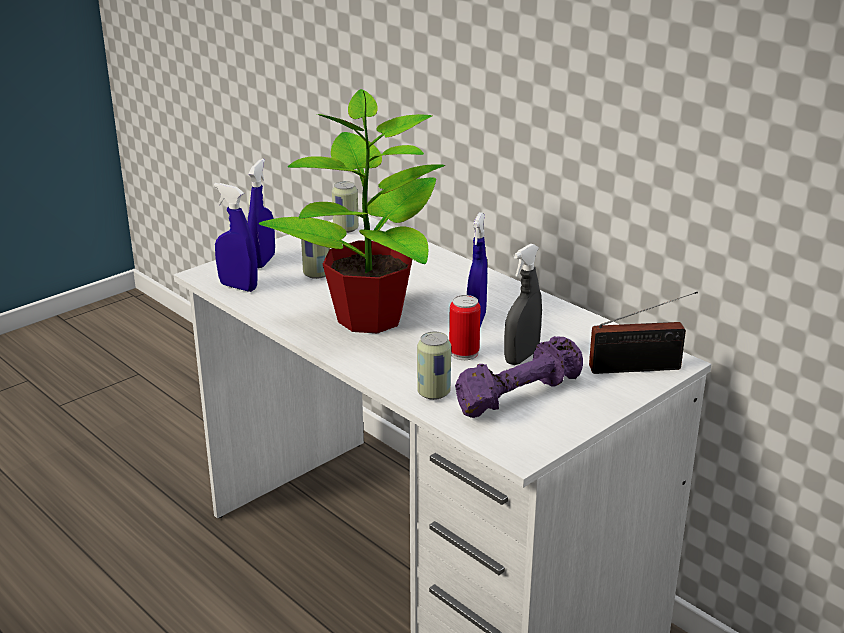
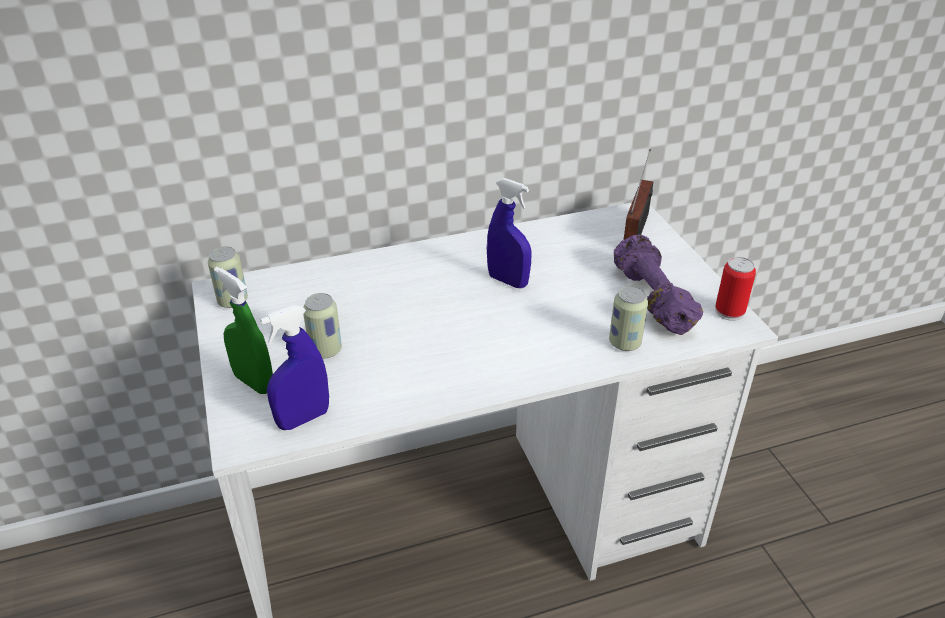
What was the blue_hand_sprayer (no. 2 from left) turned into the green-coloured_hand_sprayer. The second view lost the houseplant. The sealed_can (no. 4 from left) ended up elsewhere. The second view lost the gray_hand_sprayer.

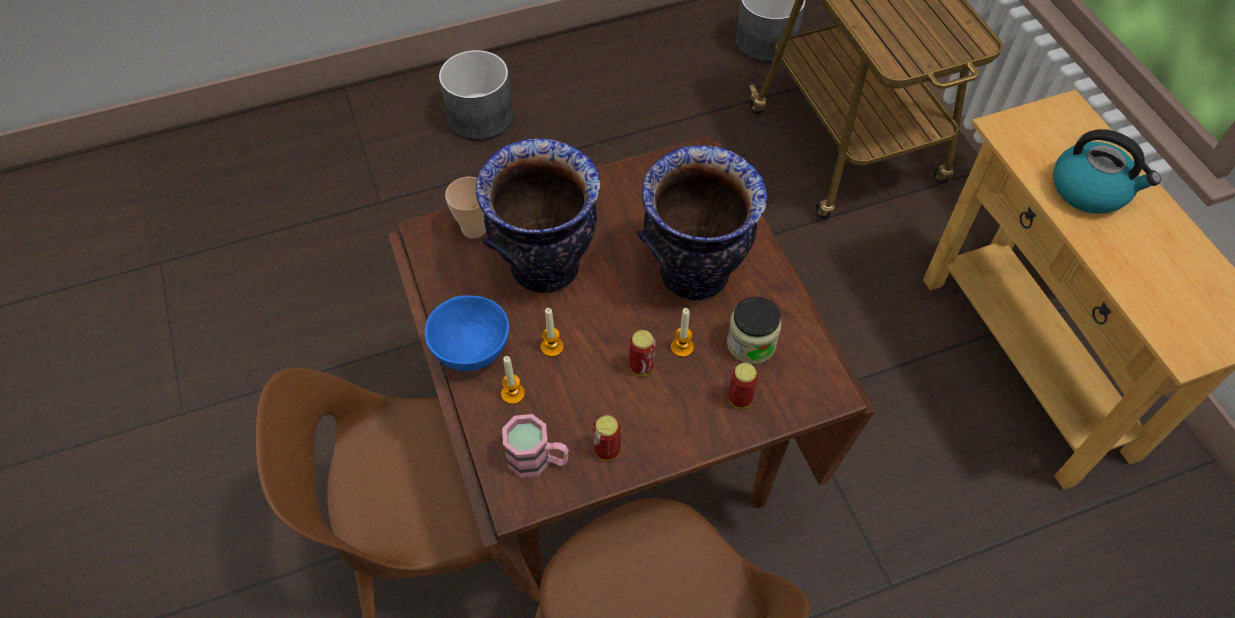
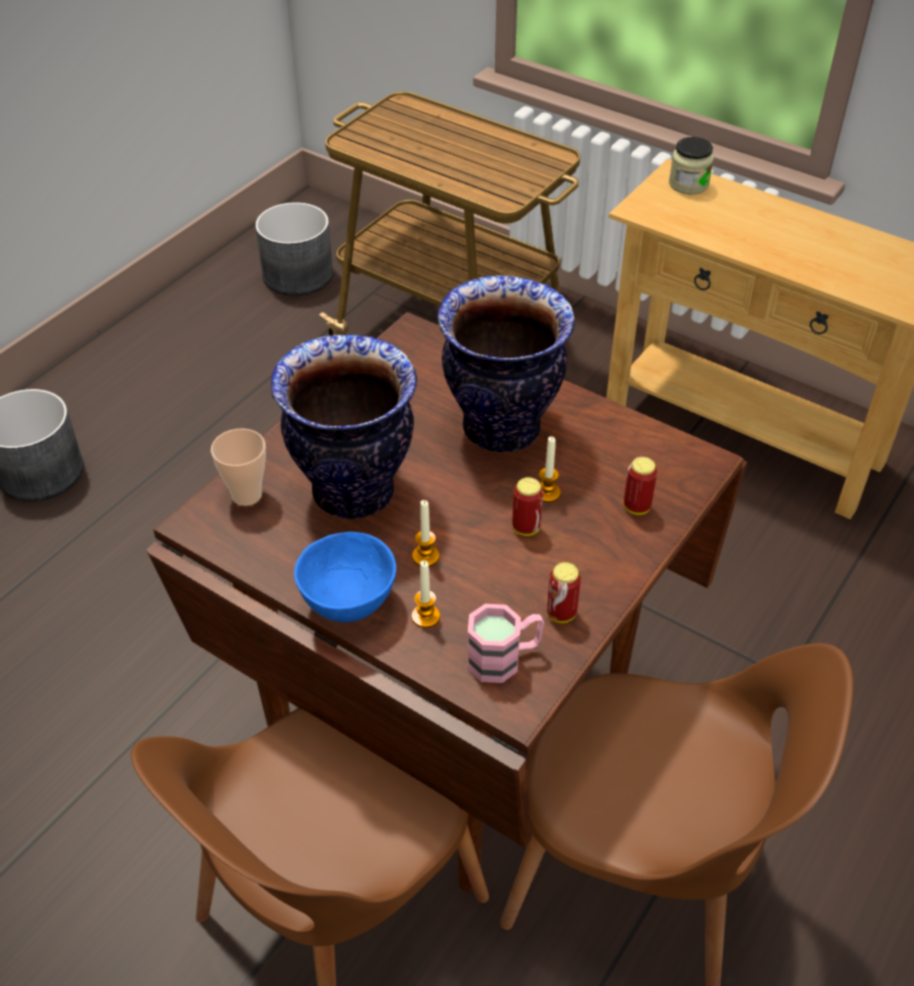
The storage_jar ended up elsewhere. The second view lost the tea_kettle.

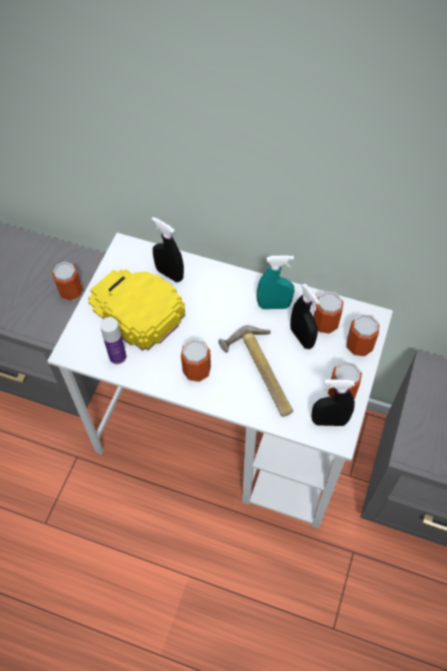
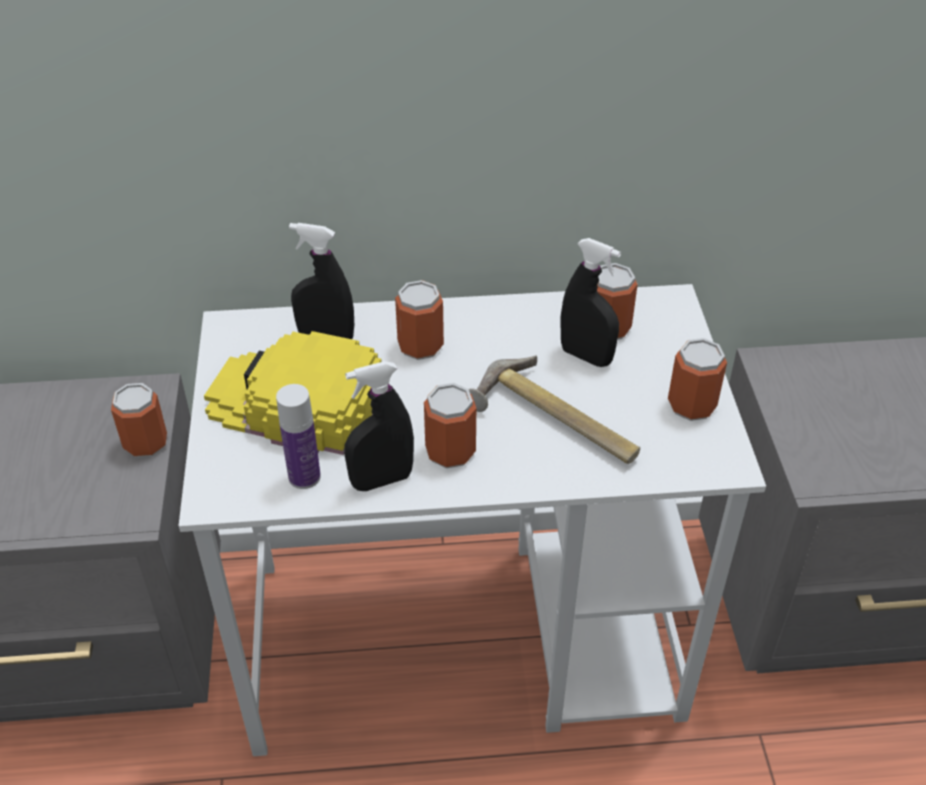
The second view lost the blue-green_hand_sprayer. The black-coloured_hand_sprayer (no. 3 from left in the first image) ended up elsewhere. The sealed_can (no. 5 from left in the first image) ended up elsewhere.

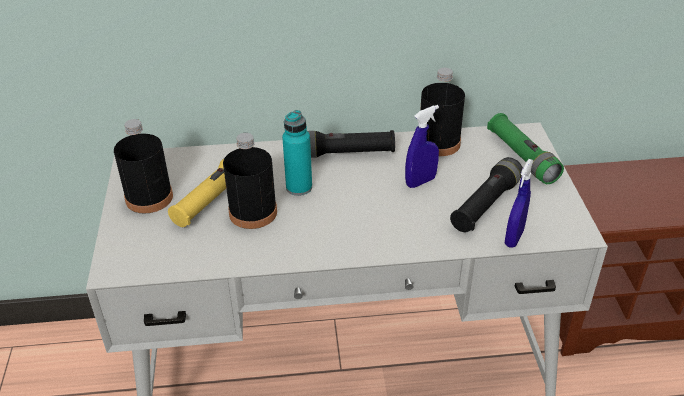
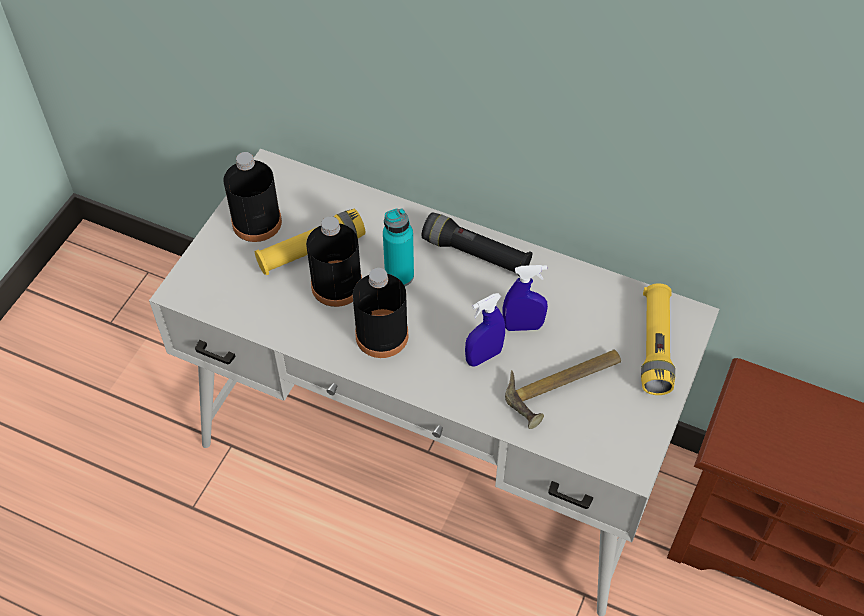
The black-coloured_beverage_bottle (no. 3 from left) ended up elsewhere. Where the black-coloured_torch (no. 2 from left) stood, the tool_hammer came to stand. What was the green-coloured_torch turned into the yellow-coloured_torch (no. 2 from left). The blue_hand_sprayer (no. 2 from left in the first image) ended up elsewhere.

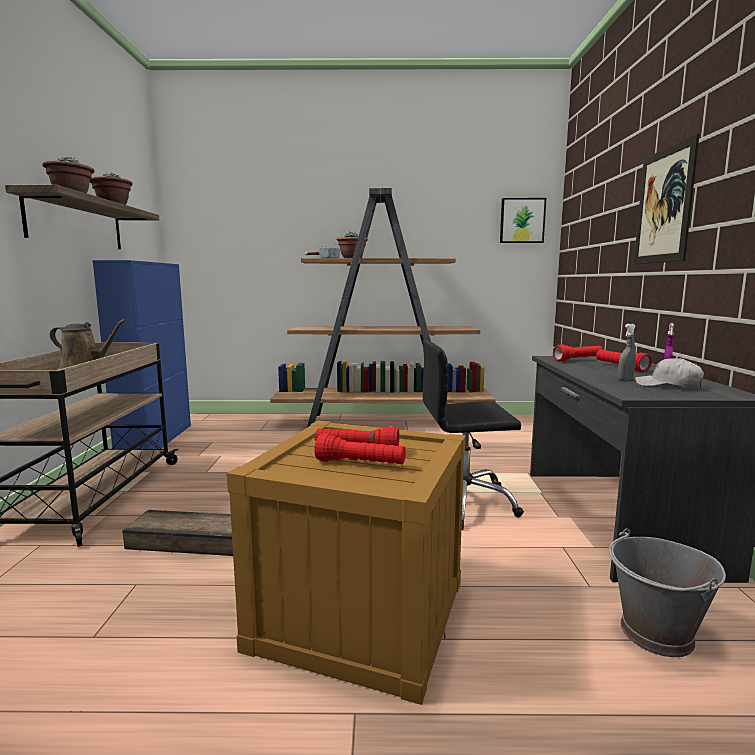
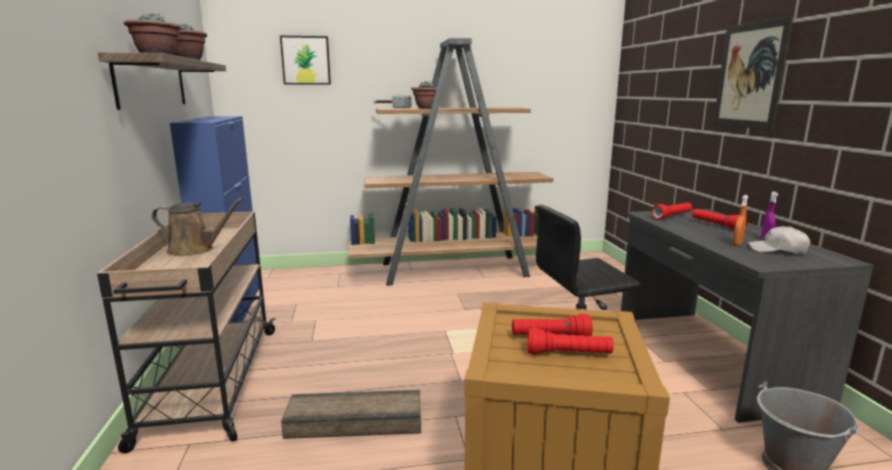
The picture (no. 1 from left) ended up elsewhere. What was the gray_hand_sprayer turned into the orange-coloured_hand_sprayer.

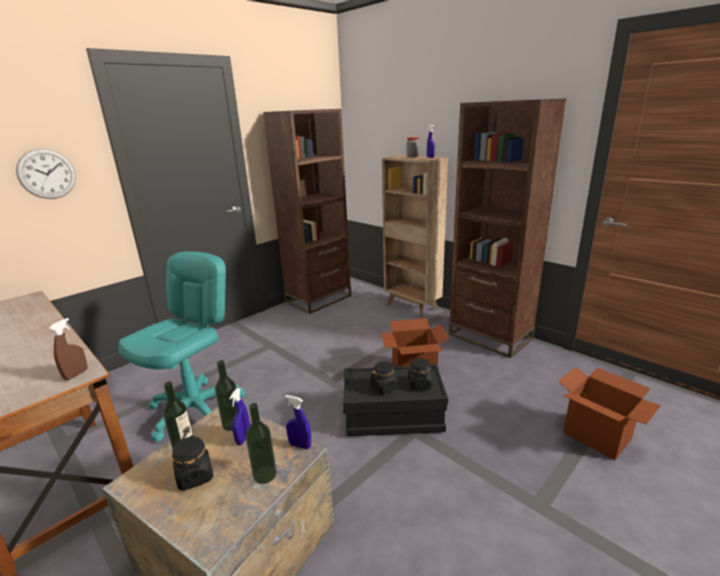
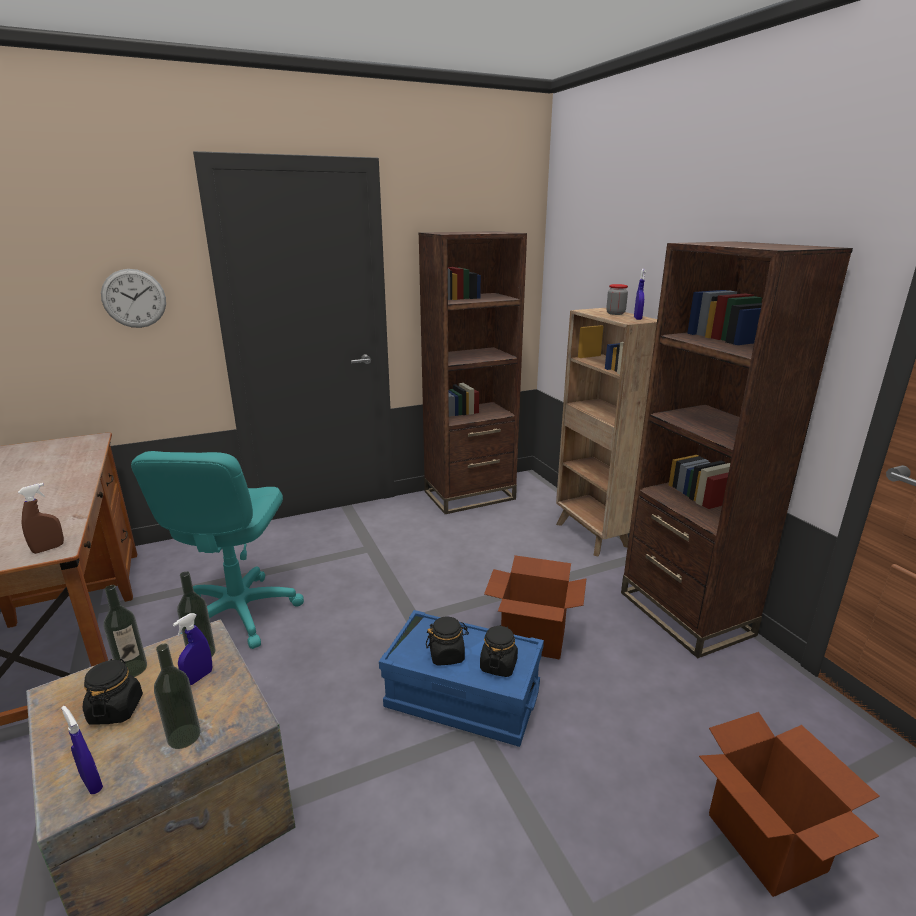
The blue-green_computer_chair ended up facing another way, 135 degrees clockwise from before. The blue_hand_sprayer (no. 2 from left in the first image) ended up elsewhere. What was the black-coloured_storage_box turned into the blue_storage_box.

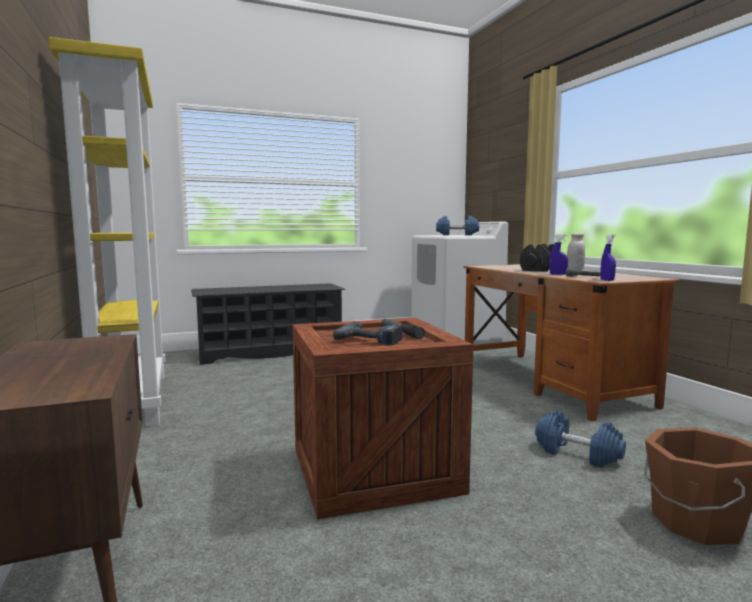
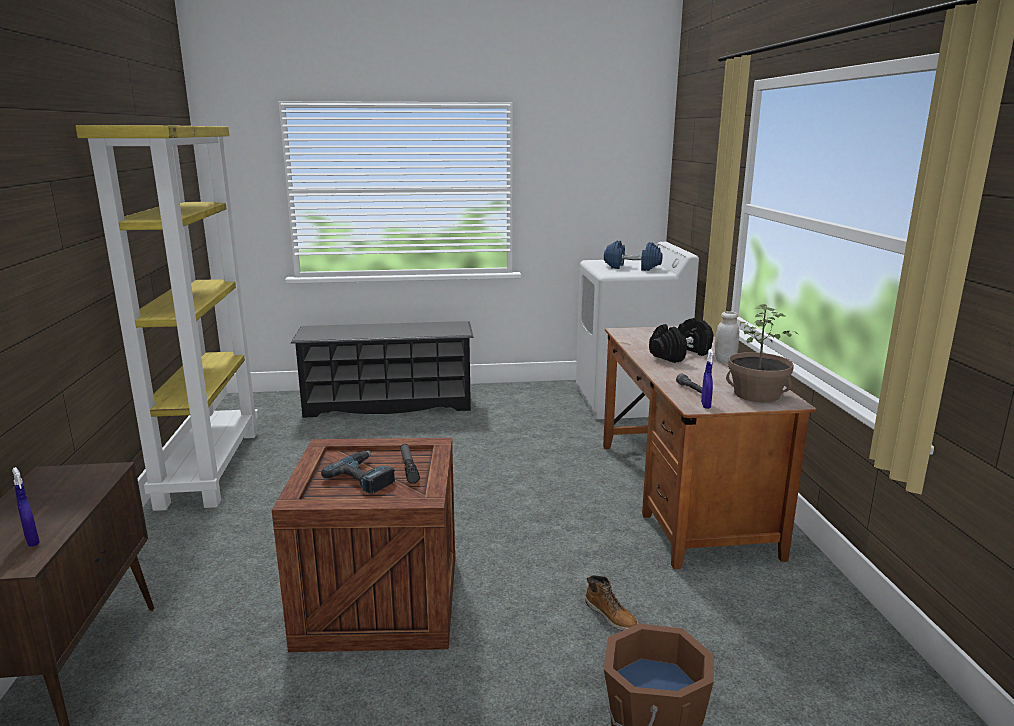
Where the blue_hand_weight (no. 2 from left) stood, the boot came to stand. The blue_hand_sprayer (no. 1 from left) ended up elsewhere. The second view gained the houseplant.

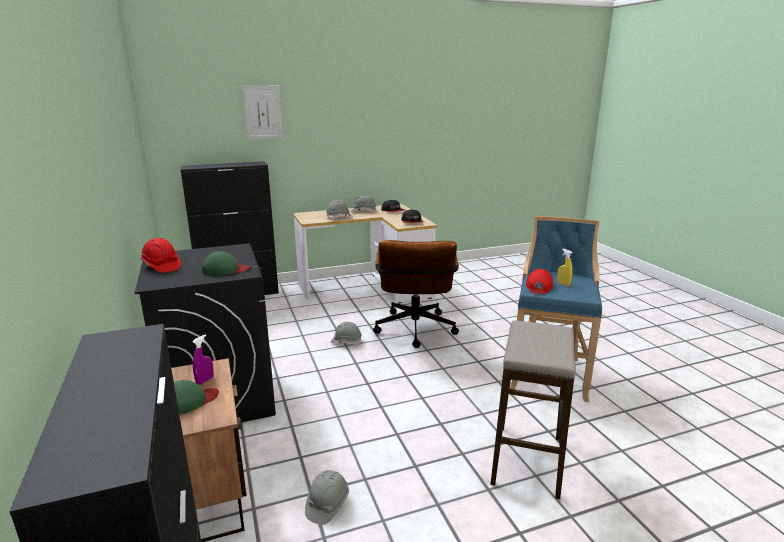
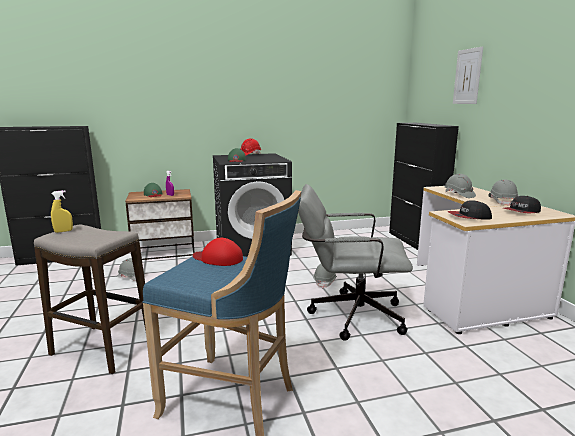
What was the brownish_computer_chair turned into the gray_computer_chair. The yellow-coloured_hand_sprayer ended up elsewhere.

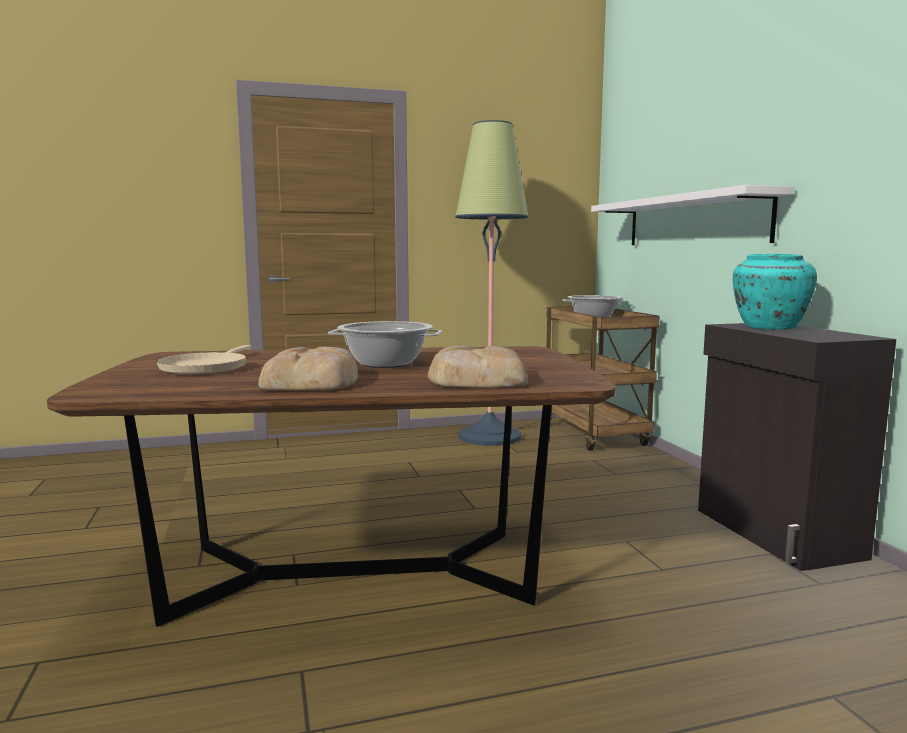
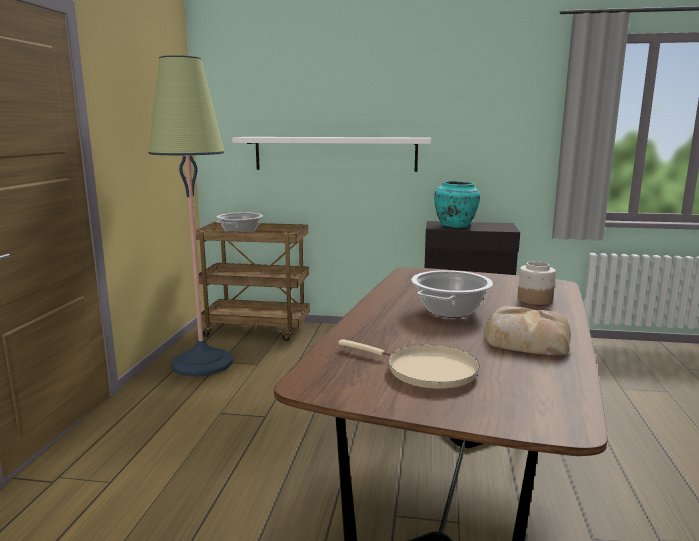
Where the bread (no. 2 from left) stood, the storage_jar came to stand.

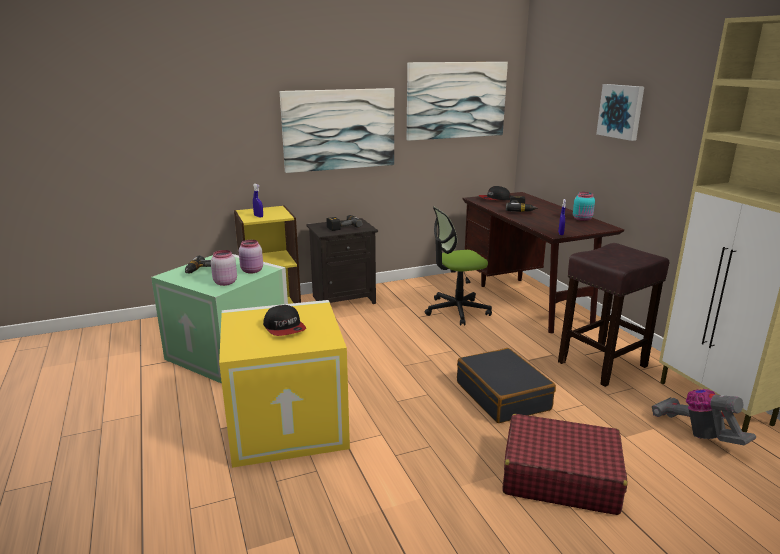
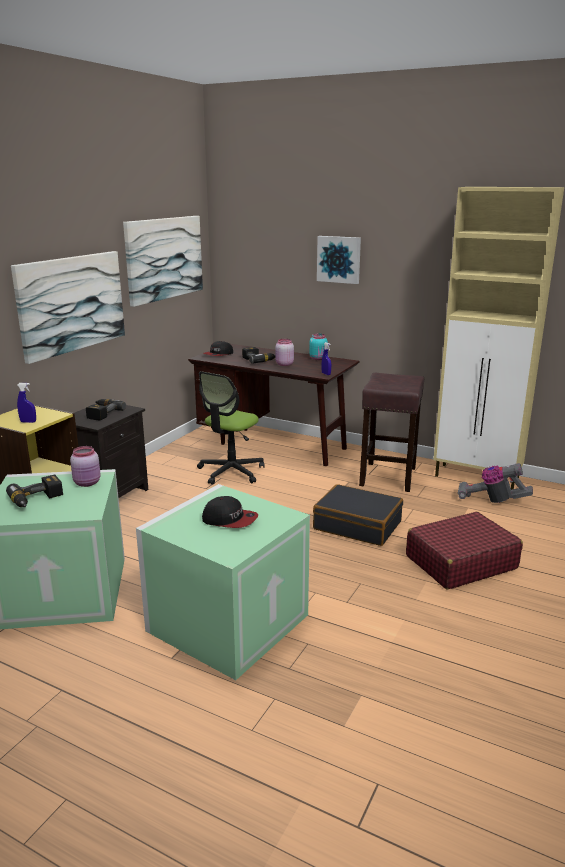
The pink-coloured_storage_jar (no. 1 from left in the first image) ended up elsewhere. What was the yellow-coloured_storage_box turned into the green-coloured_storage_box (no. 2 from left).

